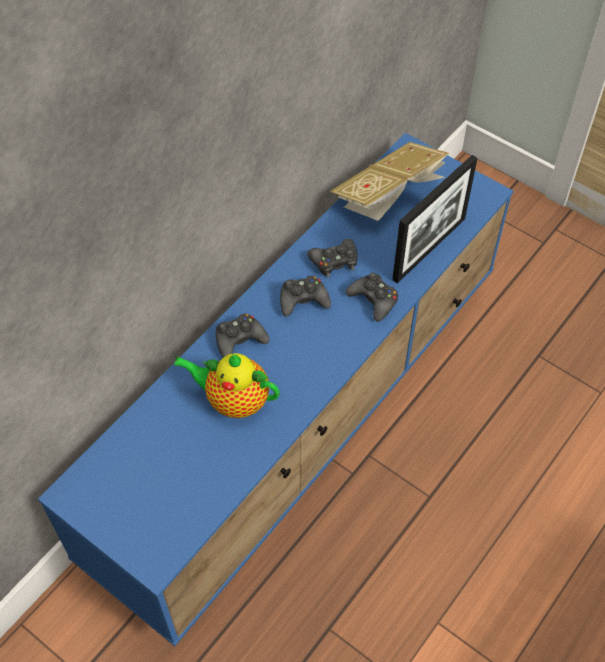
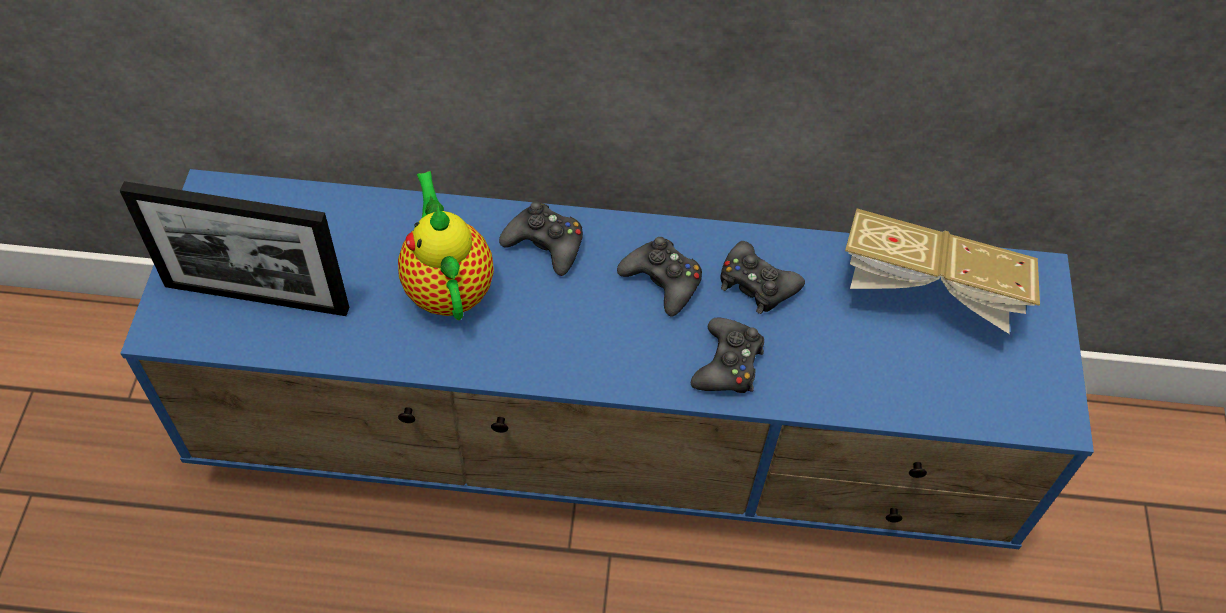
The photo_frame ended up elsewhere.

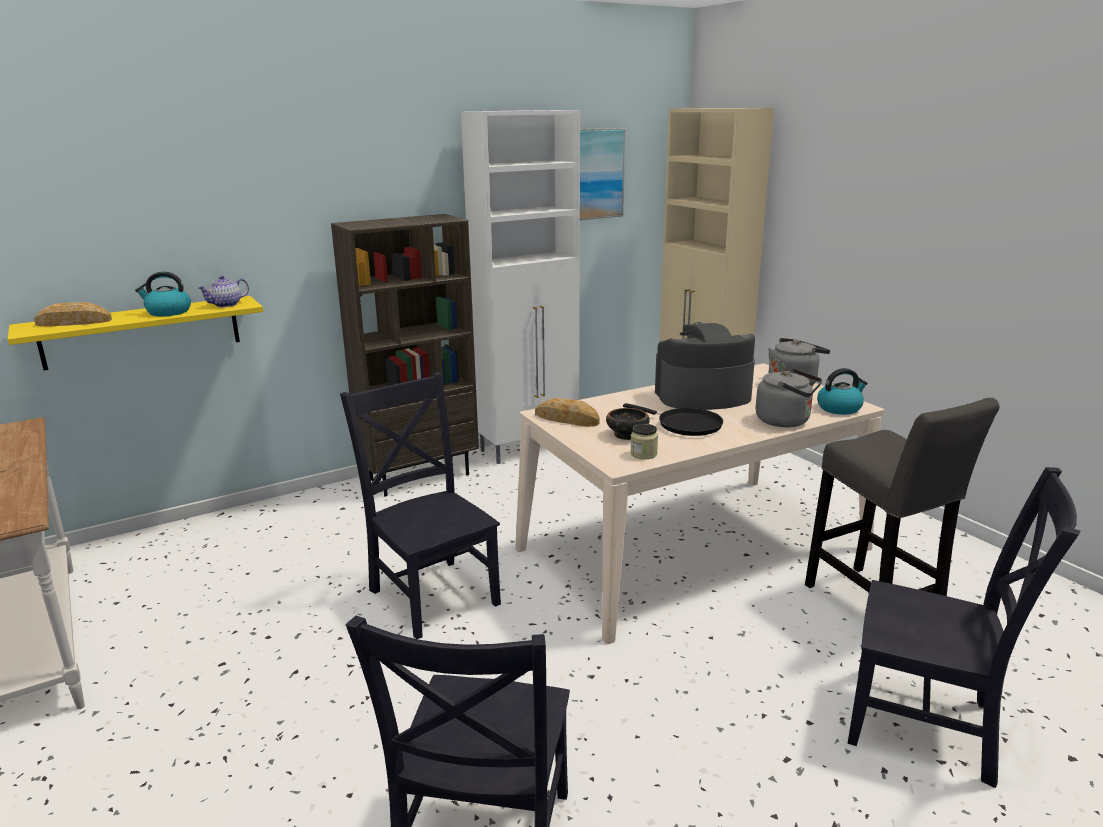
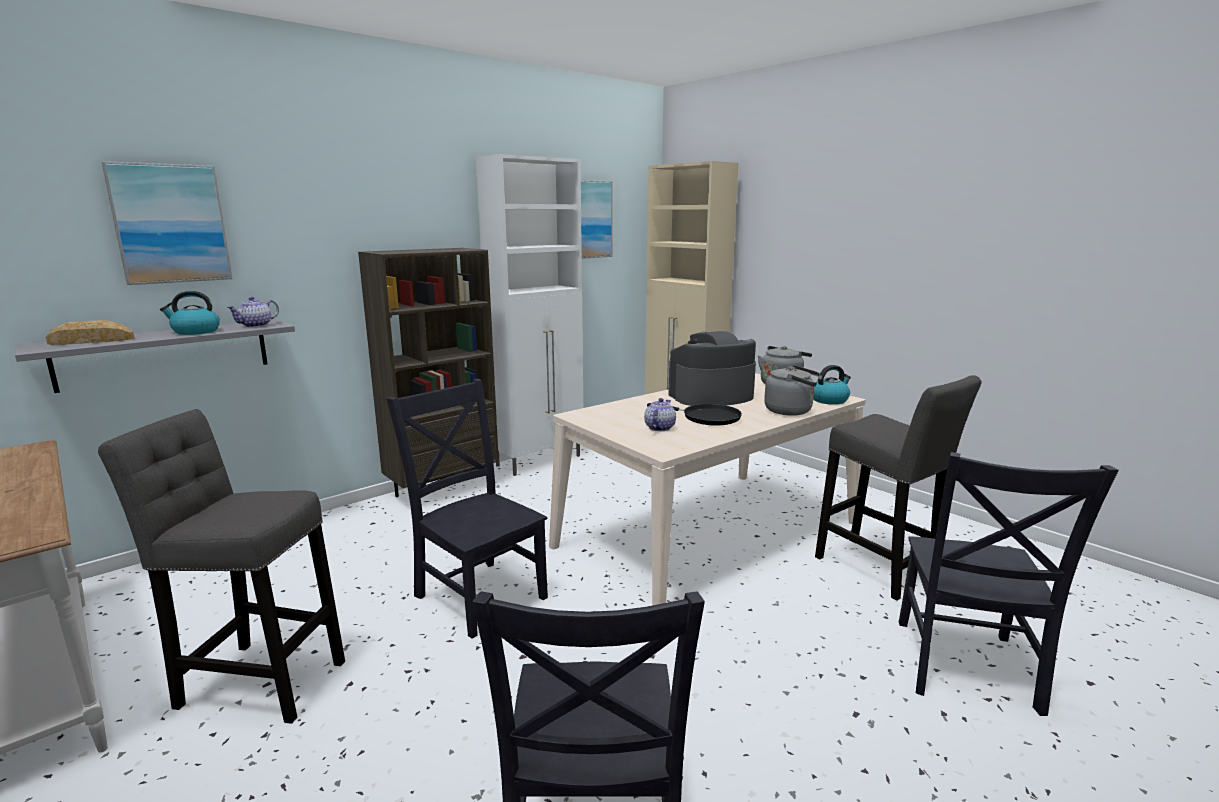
What was the yellow-coloured_bracket_shelf turned into the gray_bracket_shelf. The second view lost the bread (no. 2 from left). Where the deep_dish stood, the teapot (no. 2 from left) came to stand. The second view lost the storage_jar. The black-coloured_chair (no. 3 from left) ended up facing another way, 90 degrees clockwise from before. The second view gained the gray_stool (no. 1 from left). The second view gained the picture (no. 1 from left).

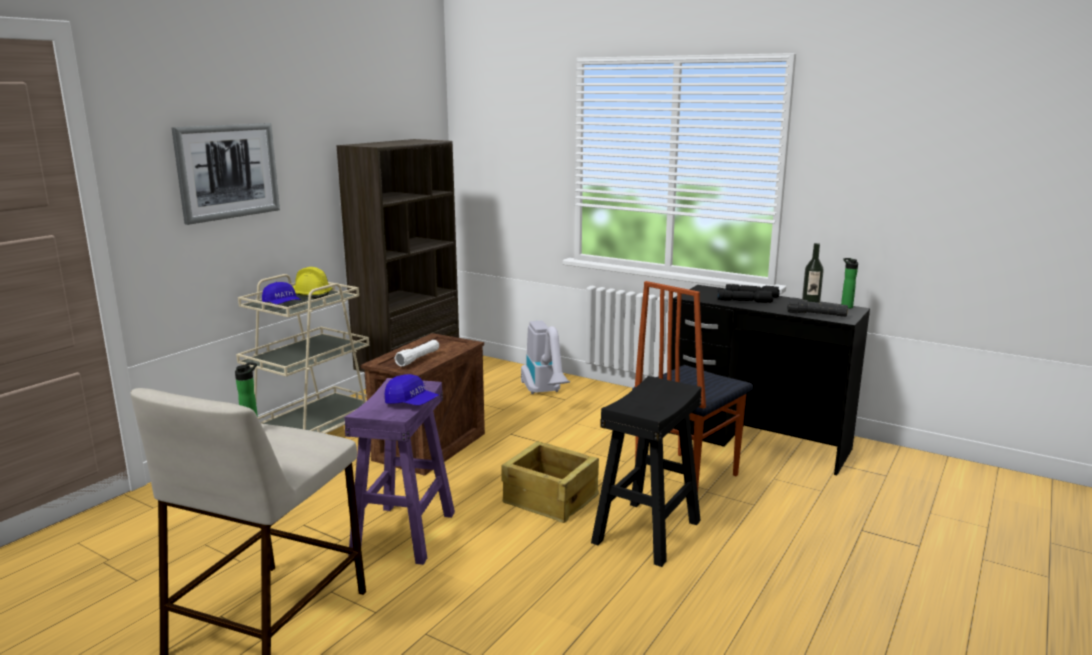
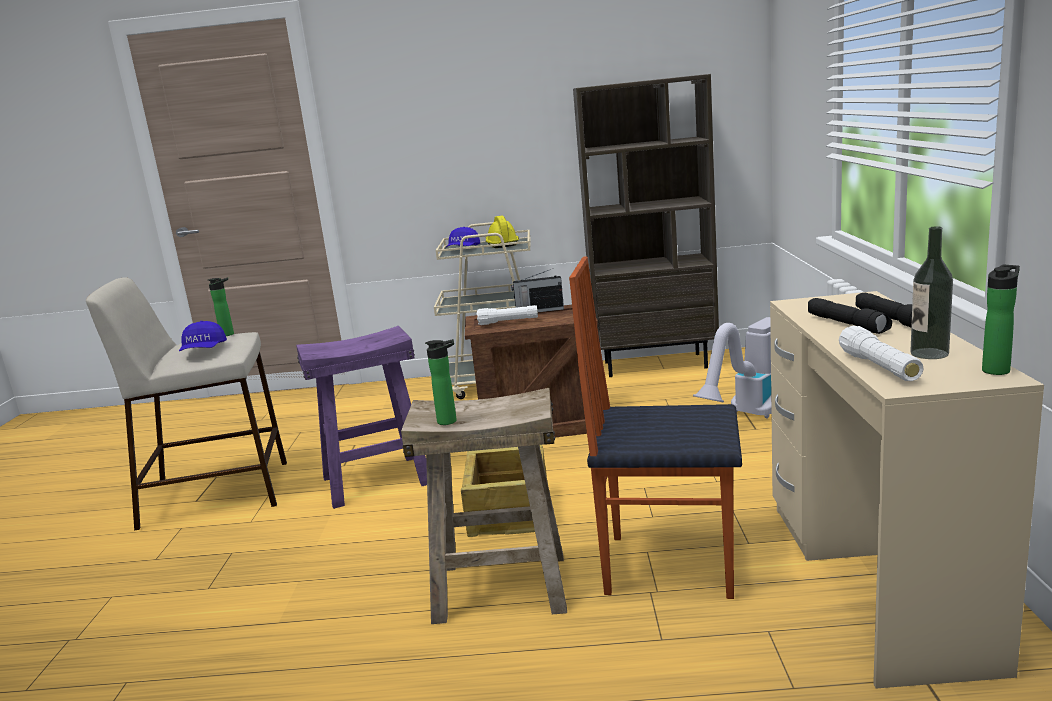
The second view lost the picture. The blue_baseball_cap (no. 2 from left in the first image) ended up elsewhere. What was the black-coloured_stool turned into the beige-coloured_stool (no. 2 from left). What was the black-coloured_desk_table turned into the beige-coloured_desk_table. What was the black-coloured_torch (no. 3 from left) turned into the white-coloured_torch (no. 2 from left). The second view gained the beverage_bottle (no. 2 from left). The second view gained the radio_set.

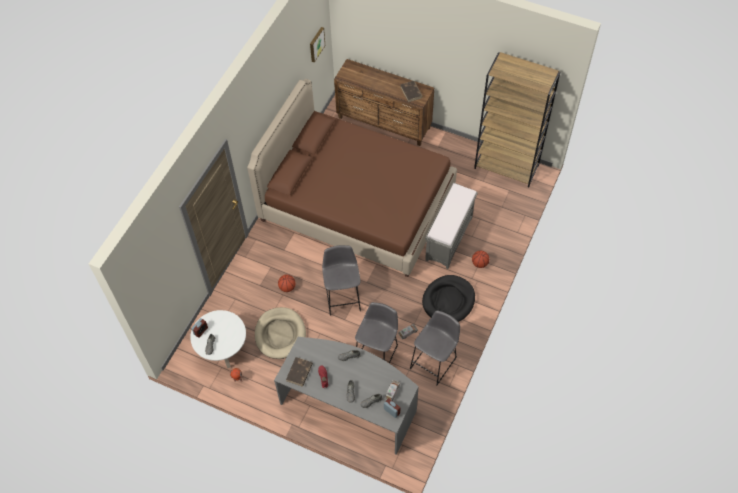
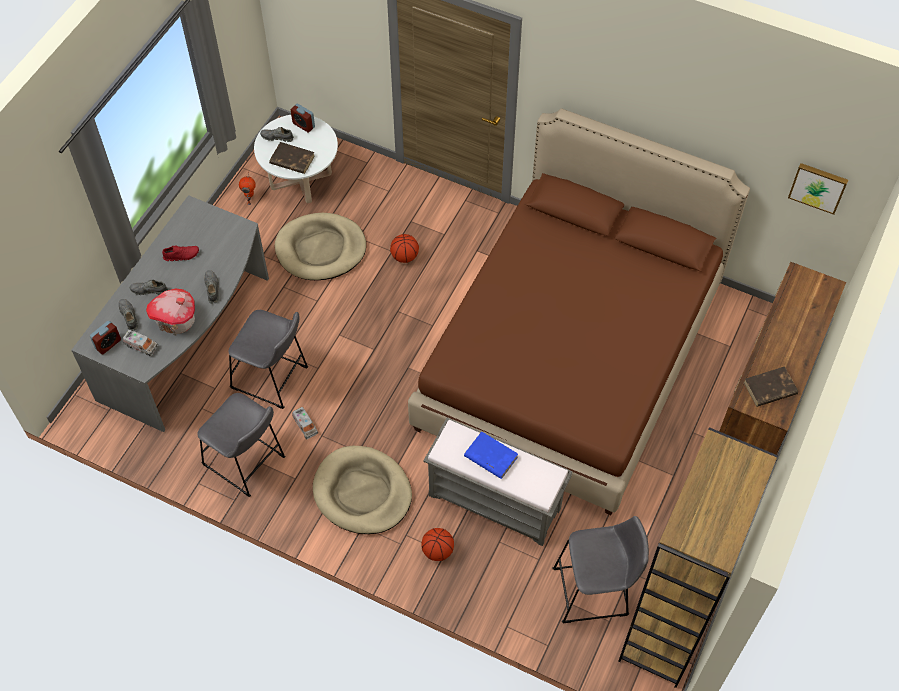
The brownish_book (no. 1 from left) ended up elsewhere. The gray_stool (no. 1 from left in the first image) ended up elsewhere. What was the black-coloured_dog_bed turned into the beige-coloured_dog_bed (no. 2 from left). The second view gained the model_house. The second view gained the blue_book.

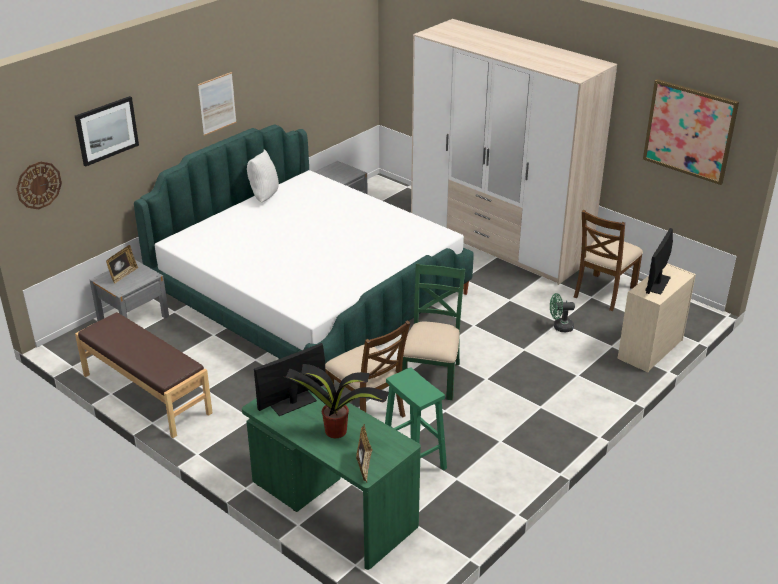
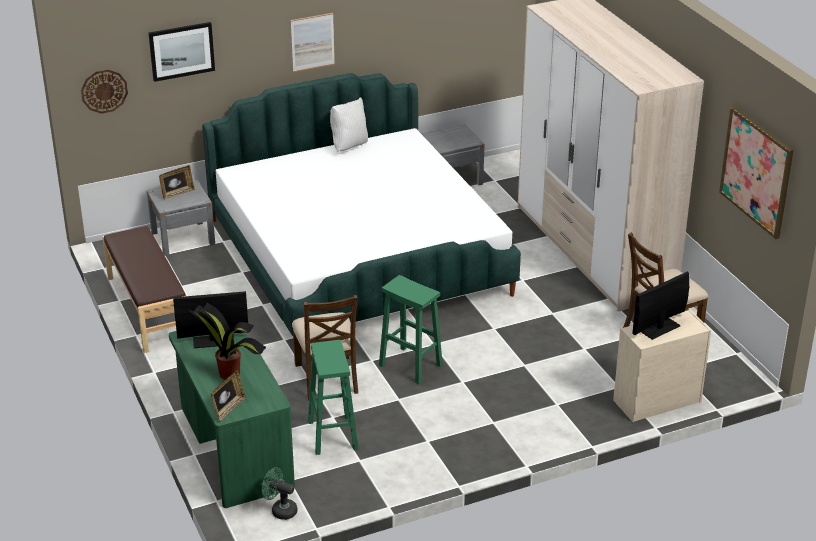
Where the green-coloured_chair stood, the green-coloured_stool (no. 2 from left) came to stand. The green-coloured_cooling_fan ended up elsewhere.

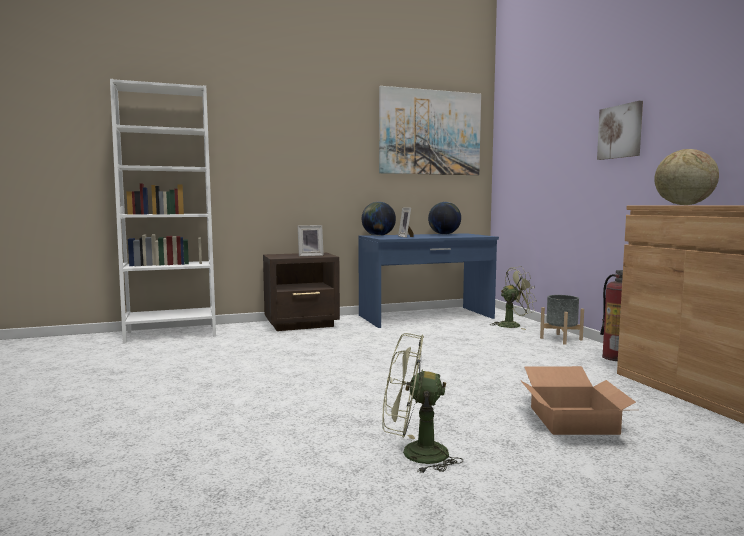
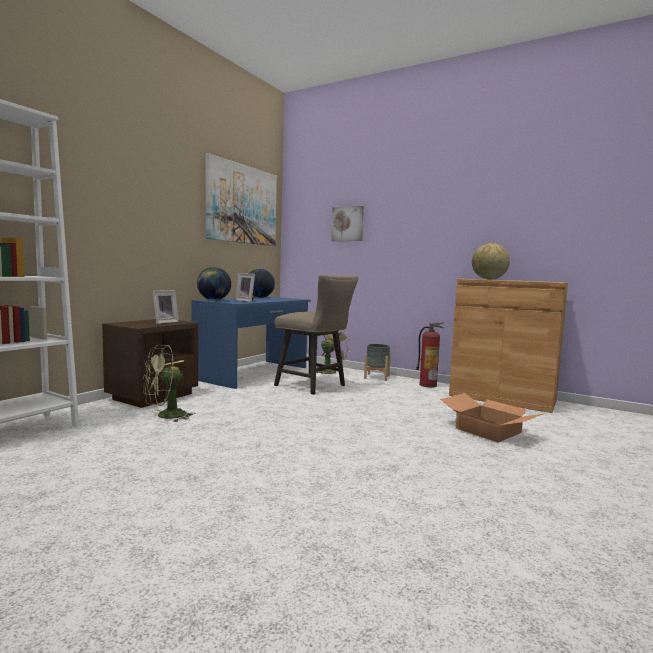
The green-coloured_cooling_fan (no. 1 from left) ended up elsewhere. The picture (no. 2 from left) ended up elsewhere. The second view gained the beige-coloured_stool.

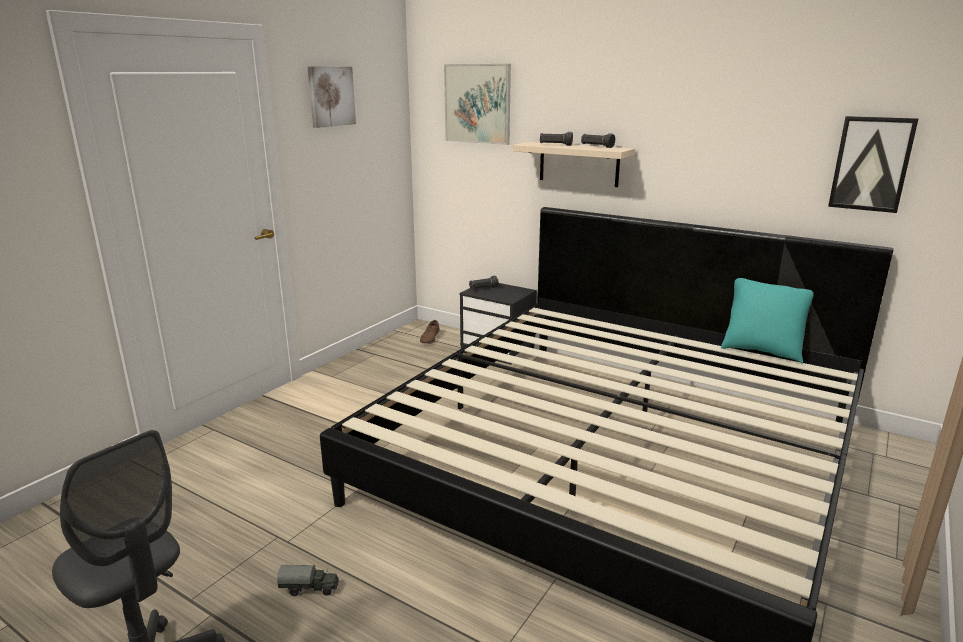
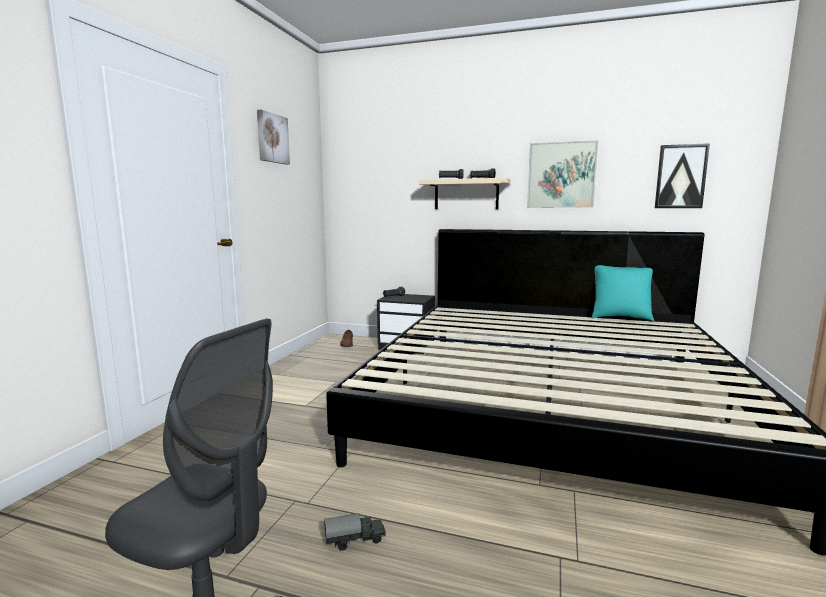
The picture (no. 2 from left) ended up elsewhere.

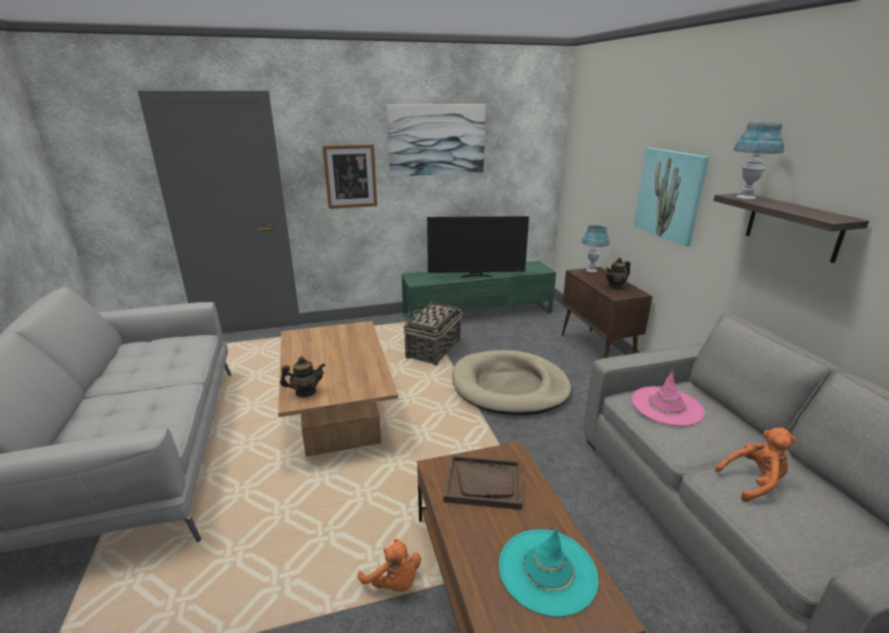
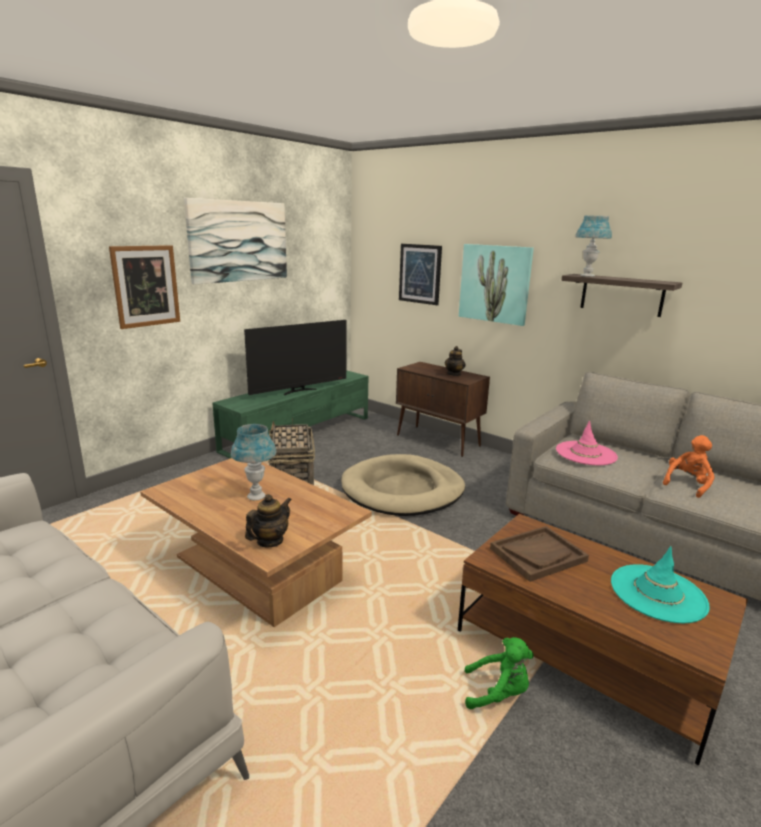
What was the orange-coloured_cuddly_toy (no. 1 from left) turned into the green-coloured_cuddly_toy. The blue_lamp_for_a_table (no. 1 from left) ended up elsewhere. The second view gained the picture (no. 3 from left).

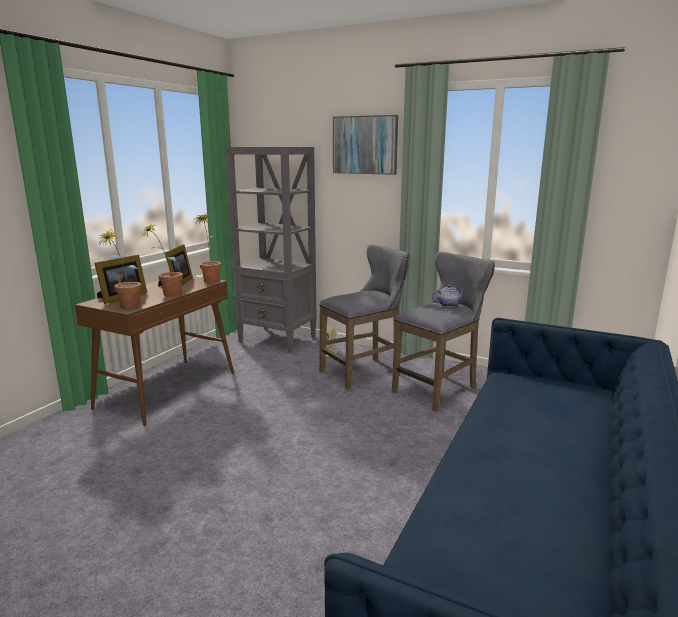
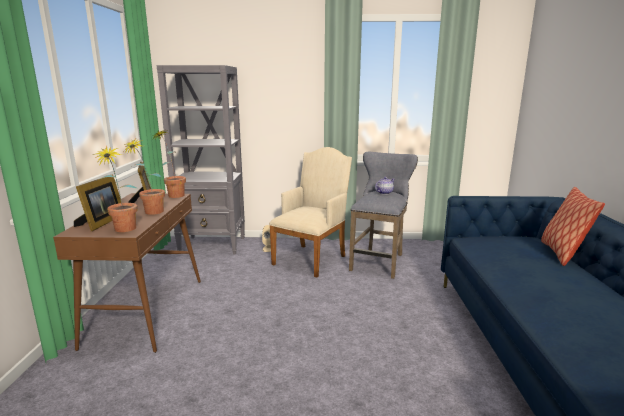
Where the gray_stool (no. 1 from left) stood, the beige-coloured_easy_chair came to stand. The second view lost the picture. The second view gained the pillow.

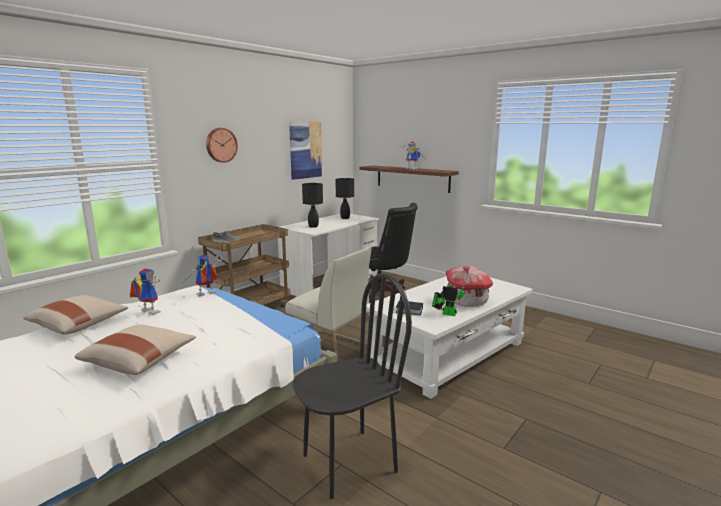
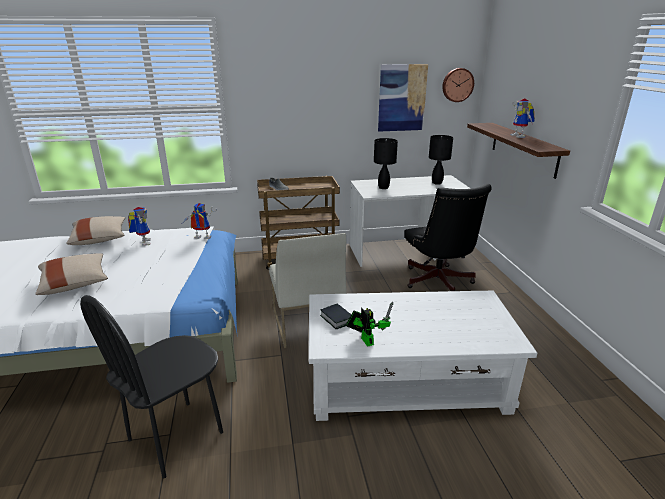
The wall_clock ended up elsewhere. The black-coloured_chair ended up facing another way, 120 degrees clockwise from before. The second view lost the model_house.

